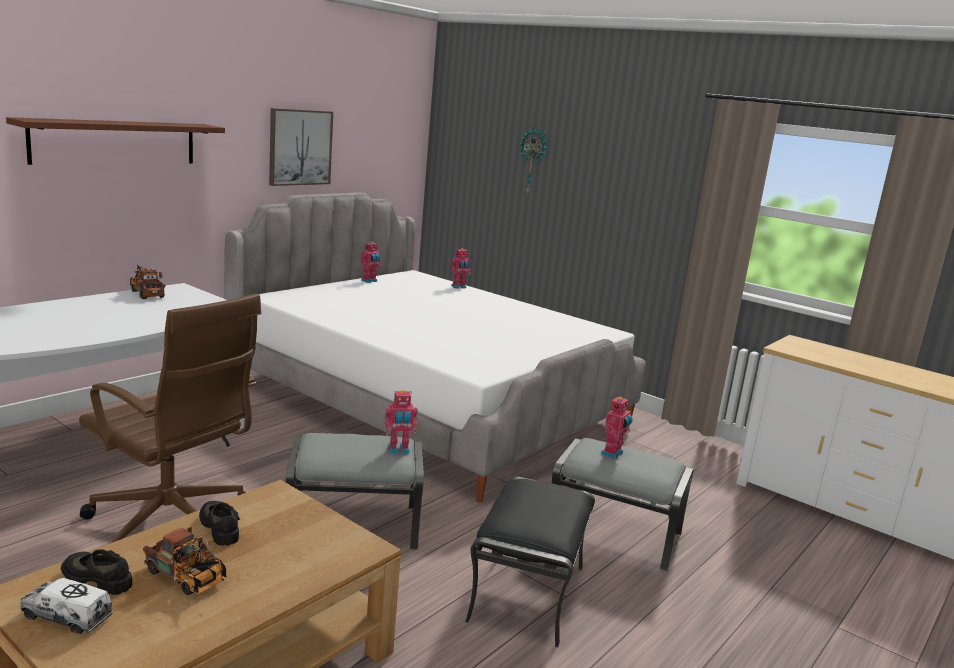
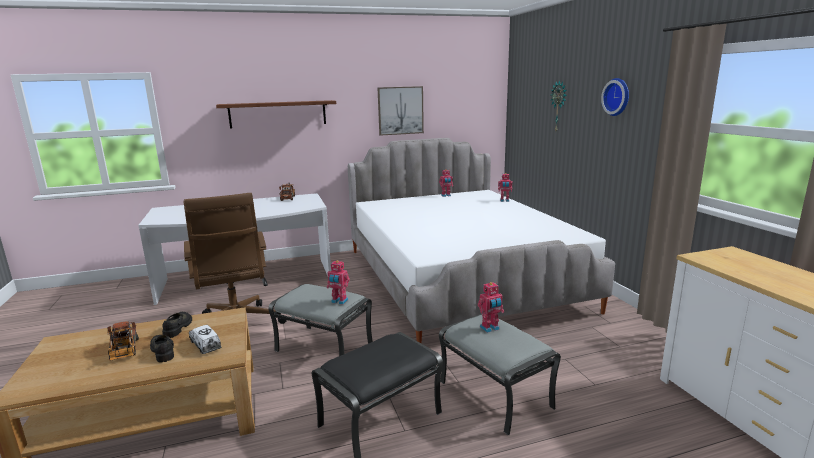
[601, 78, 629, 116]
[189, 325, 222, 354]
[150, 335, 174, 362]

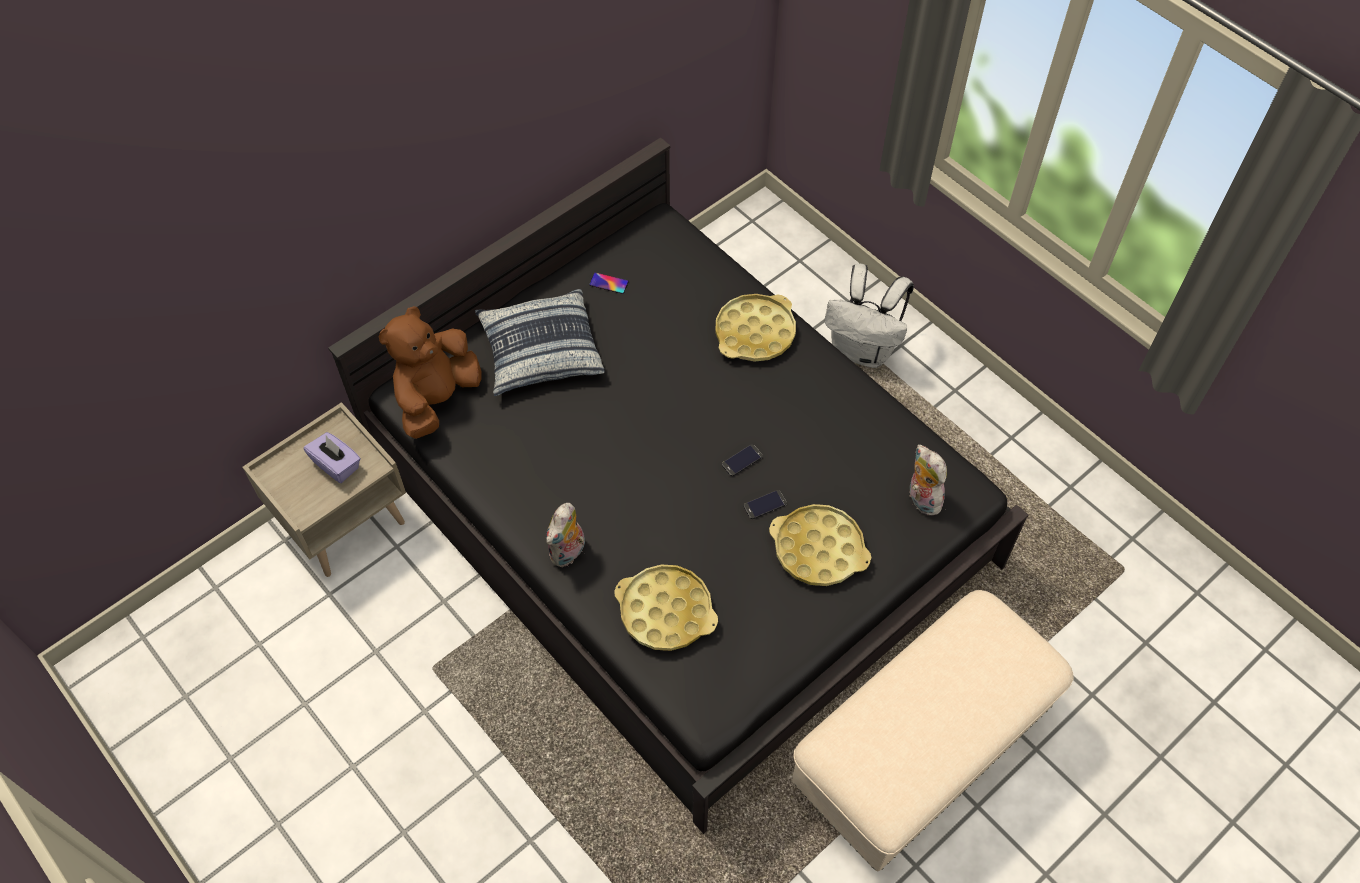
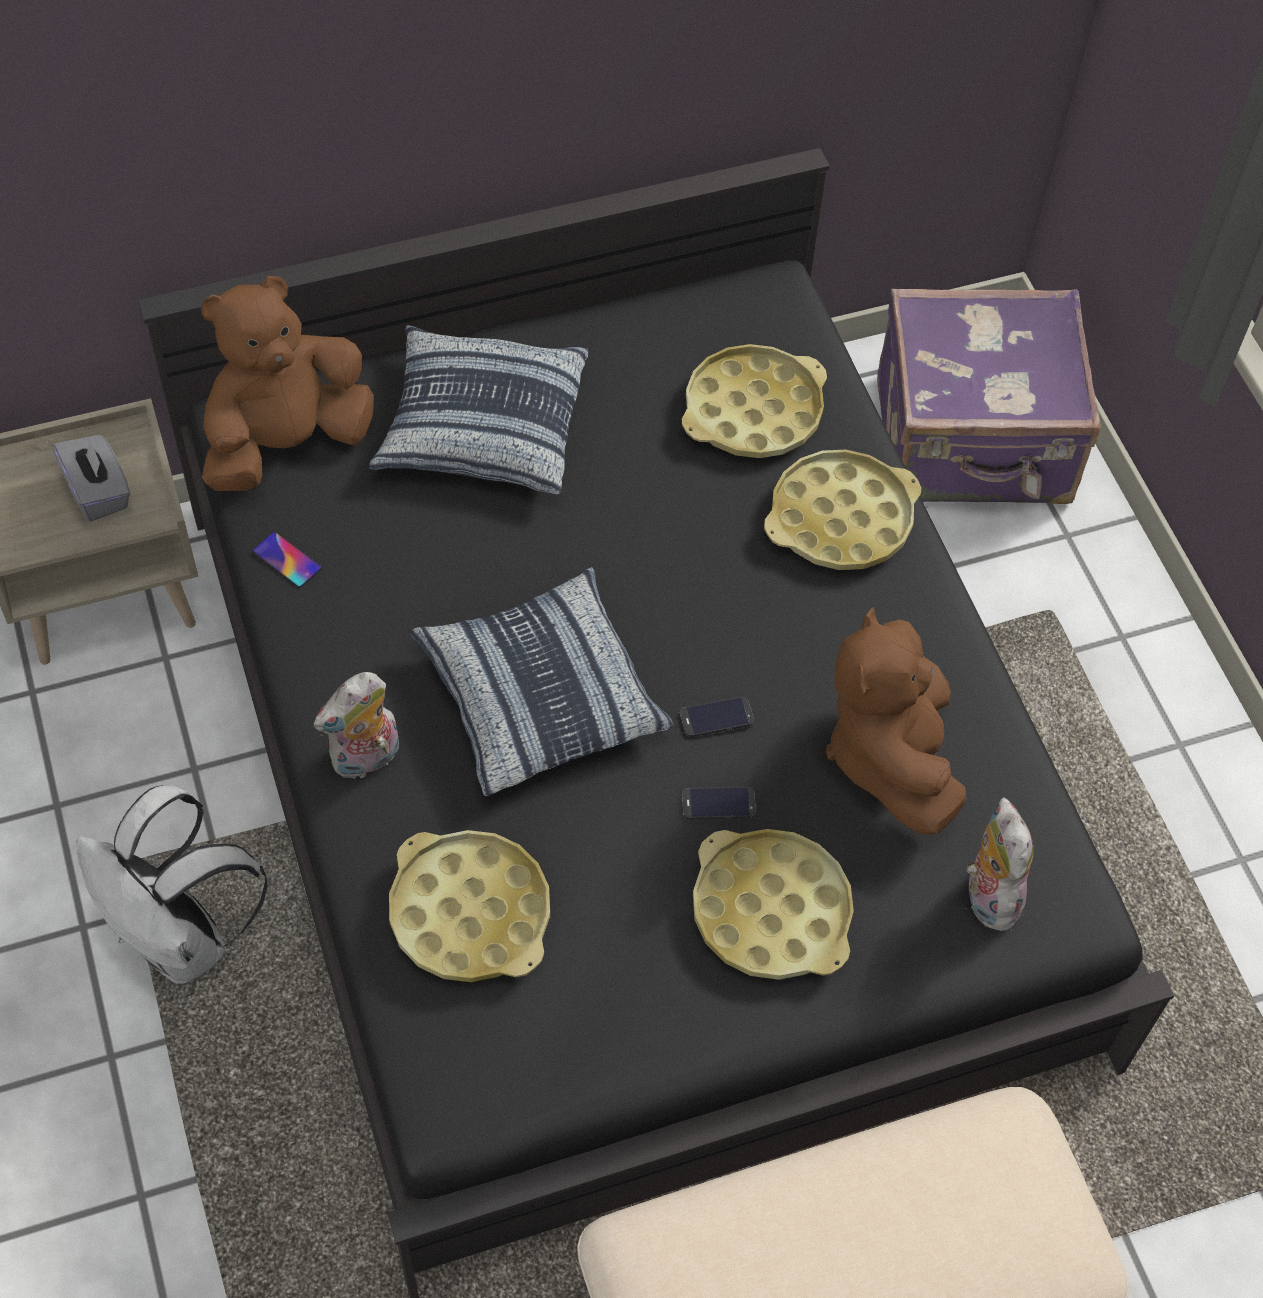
[410, 567, 674, 796]
[682, 344, 827, 458]
[826, 608, 966, 834]
[877, 289, 1101, 504]
[253, 532, 322, 587]
[76, 785, 268, 984]
[52, 435, 131, 522]

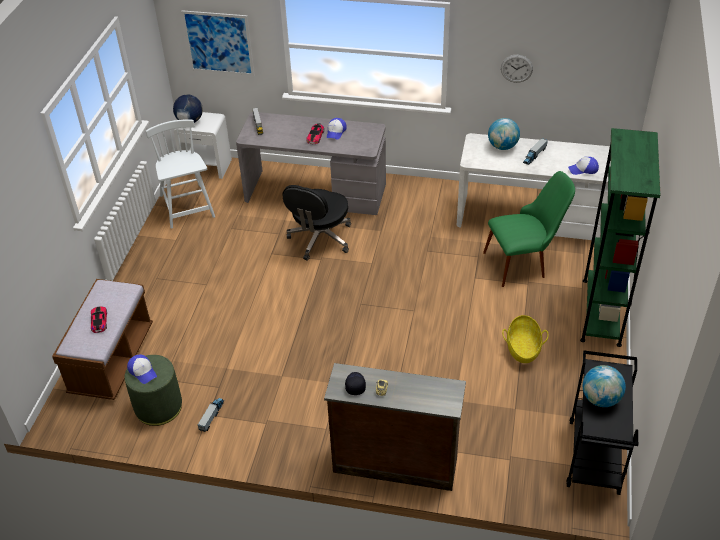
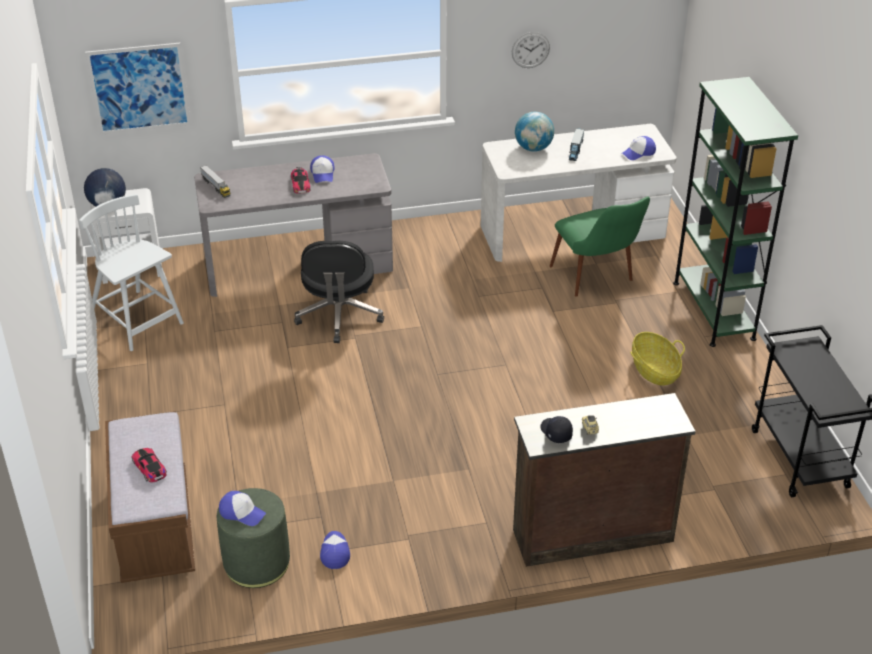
[583, 365, 626, 407] (first image)
[320, 531, 350, 569]
[550, 197, 650, 296]

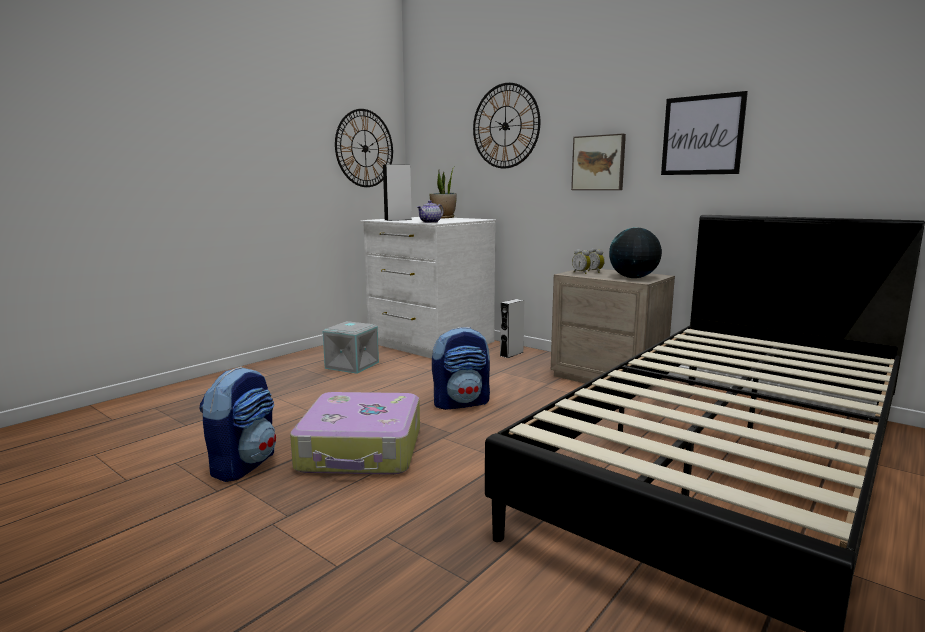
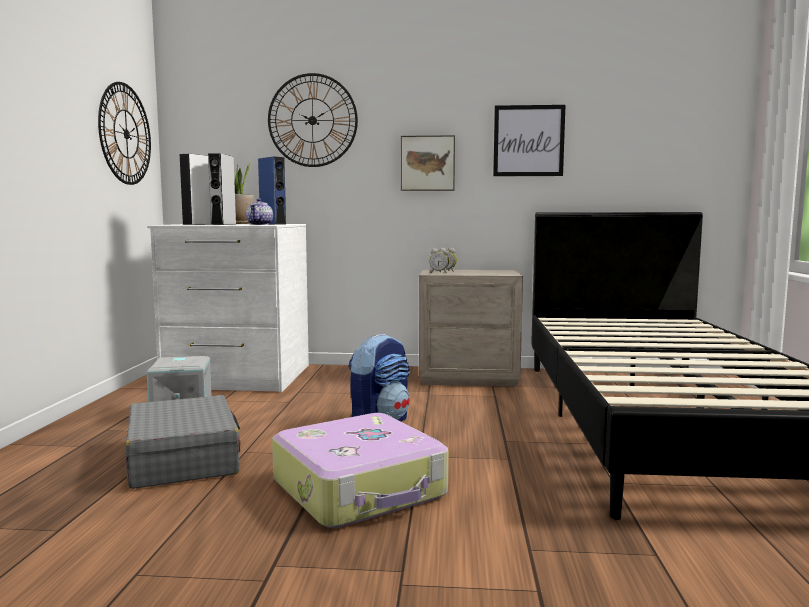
[199, 367, 276, 482] (first image)
[609, 227, 662, 278] (first image)
[125, 395, 240, 489]
[258, 156, 286, 225]
[208, 153, 237, 225]

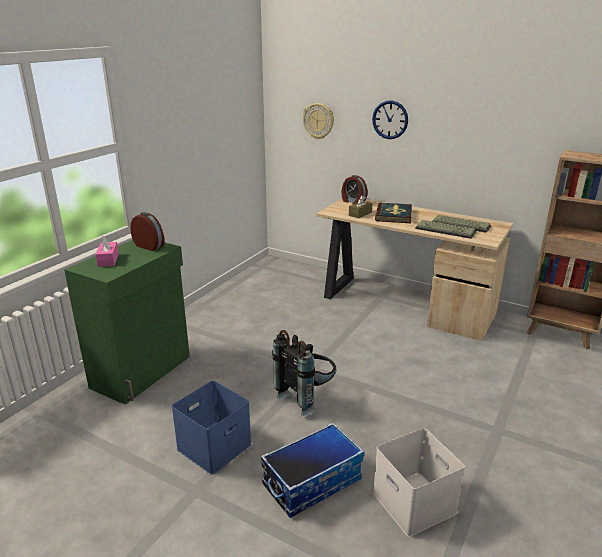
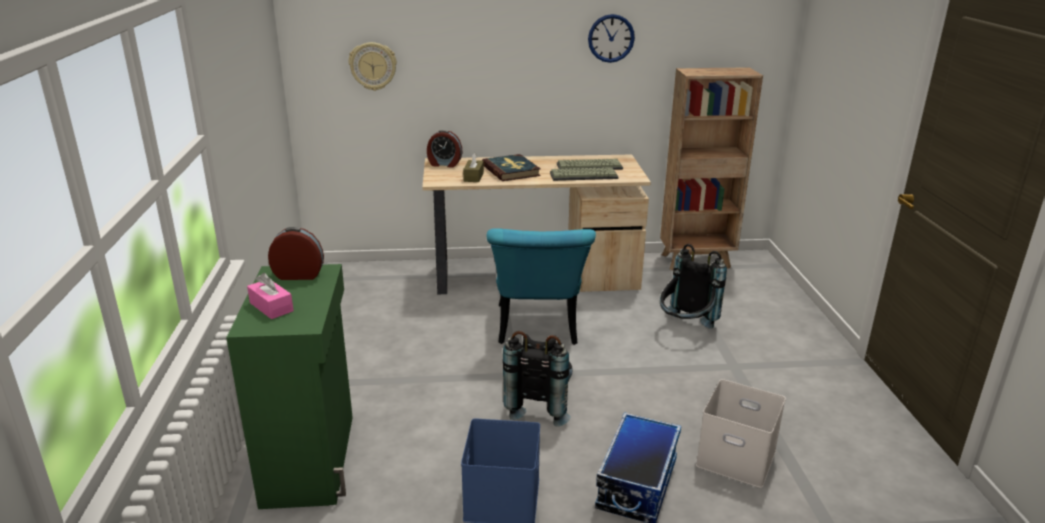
[487, 228, 596, 345]
[660, 244, 727, 328]
[588, 14, 635, 63]

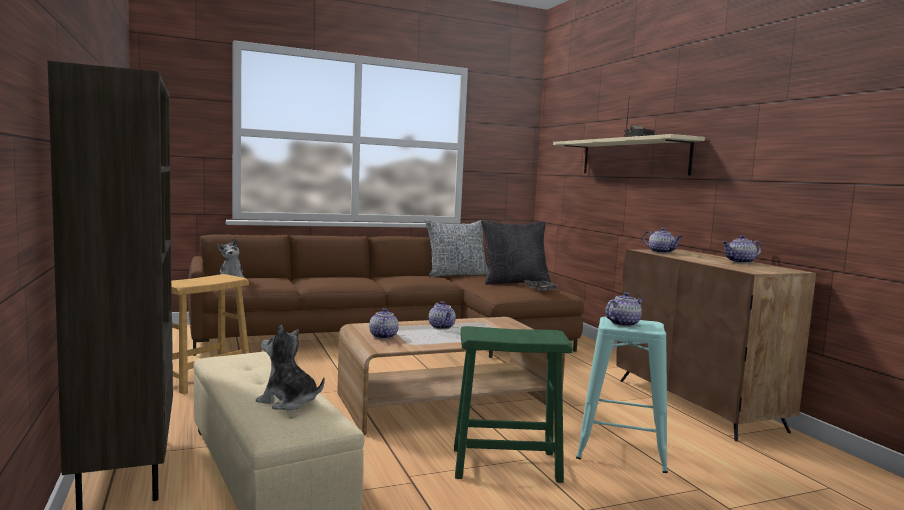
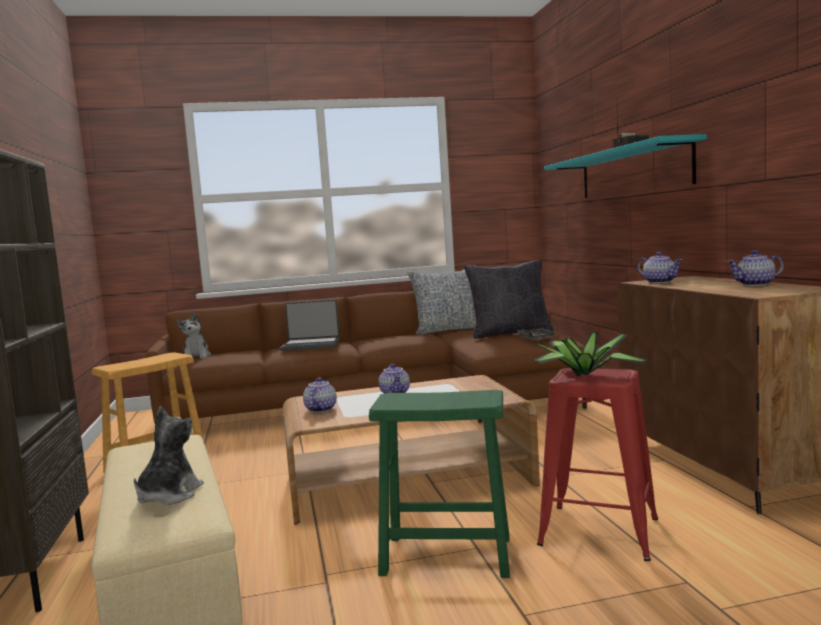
[280, 300, 340, 351]
[532, 332, 649, 377]
[544, 134, 707, 198]
[537, 368, 658, 561]
[134, 406, 204, 505]

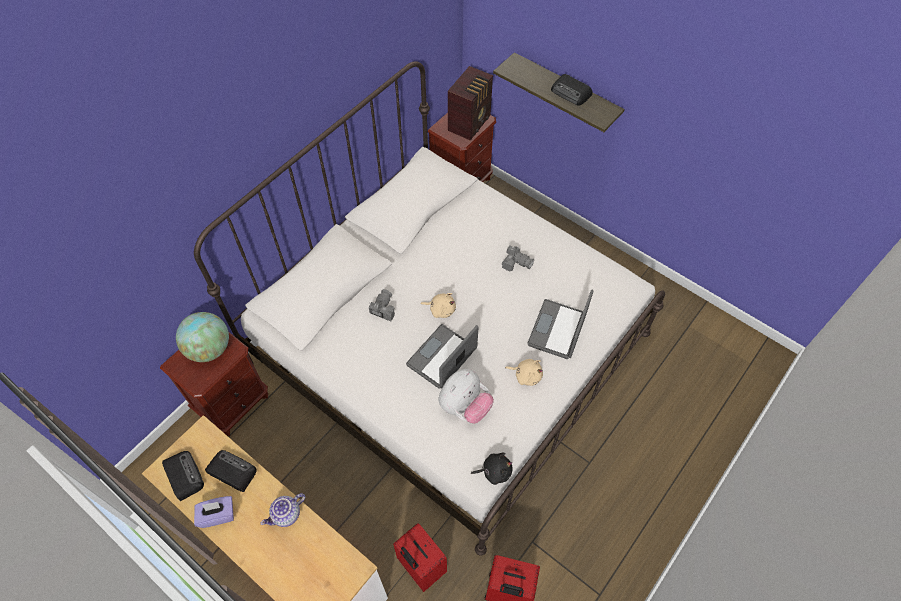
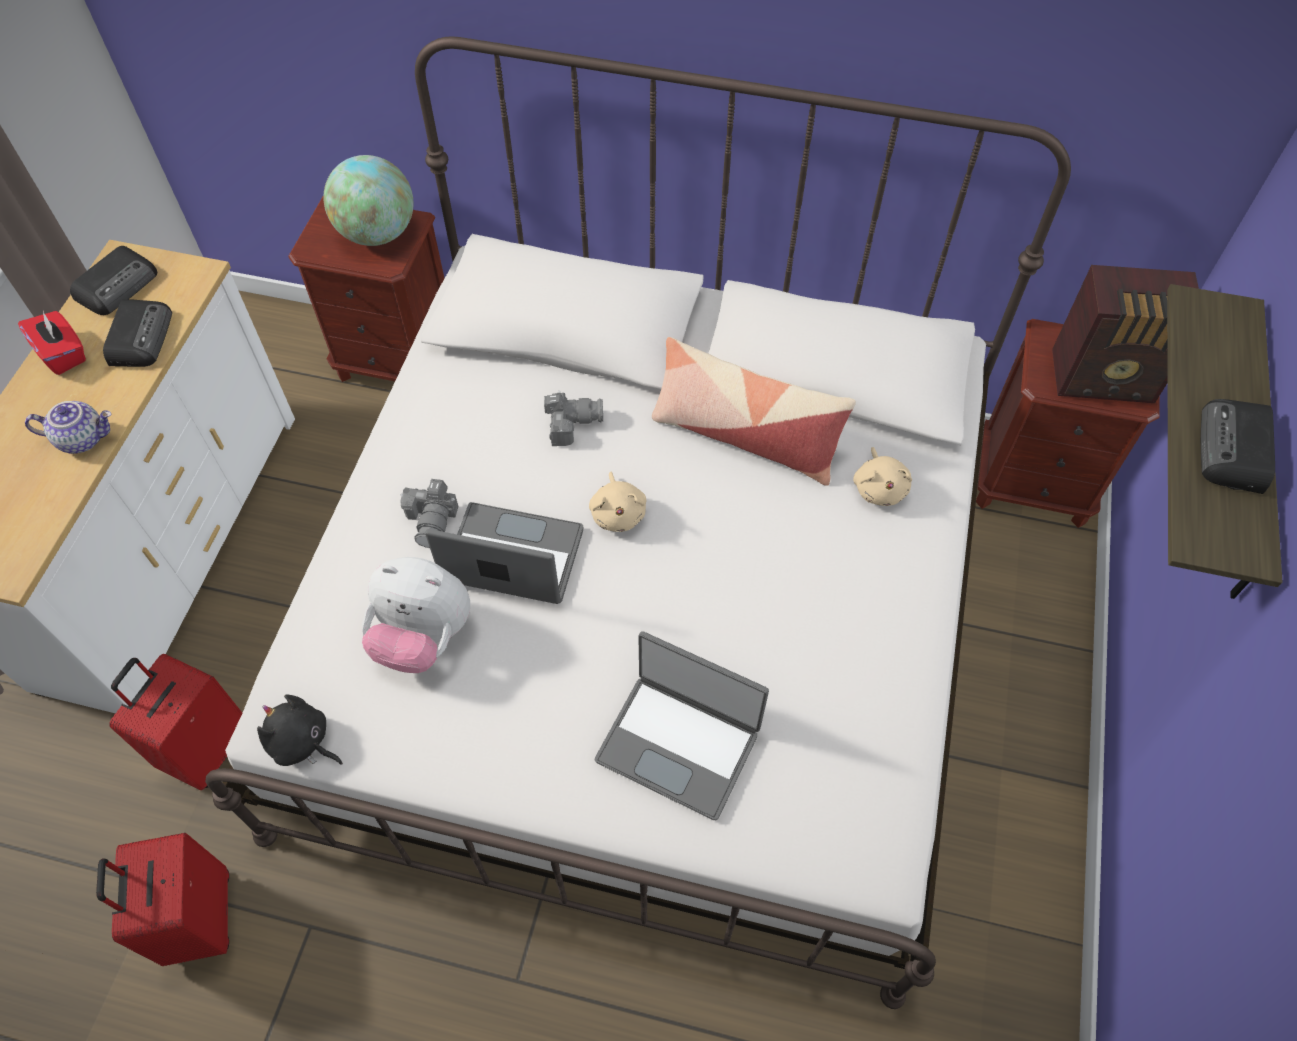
[652, 337, 856, 486]
[400, 479, 458, 548]
[853, 447, 912, 506]
[18, 311, 86, 375]
[25, 401, 111, 454]
[257, 695, 343, 766]
[595, 631, 769, 820]

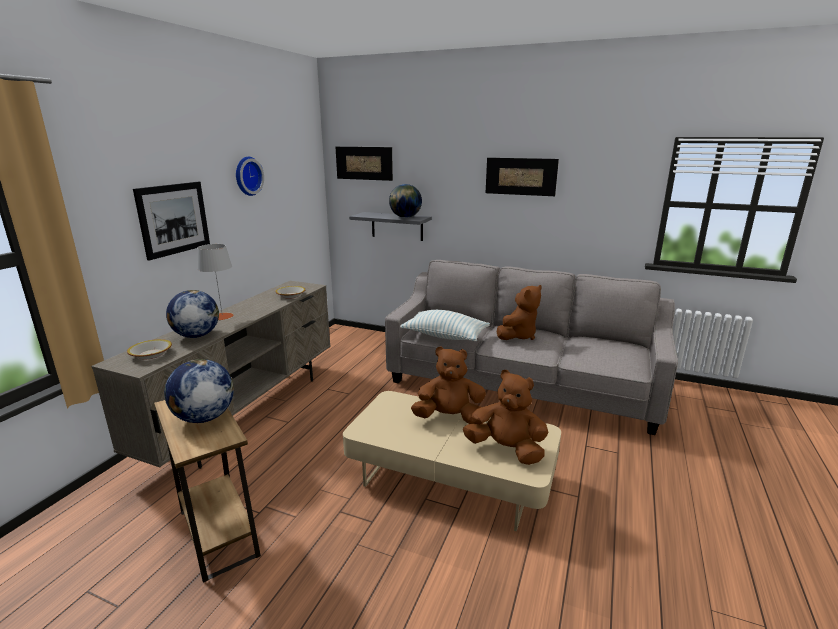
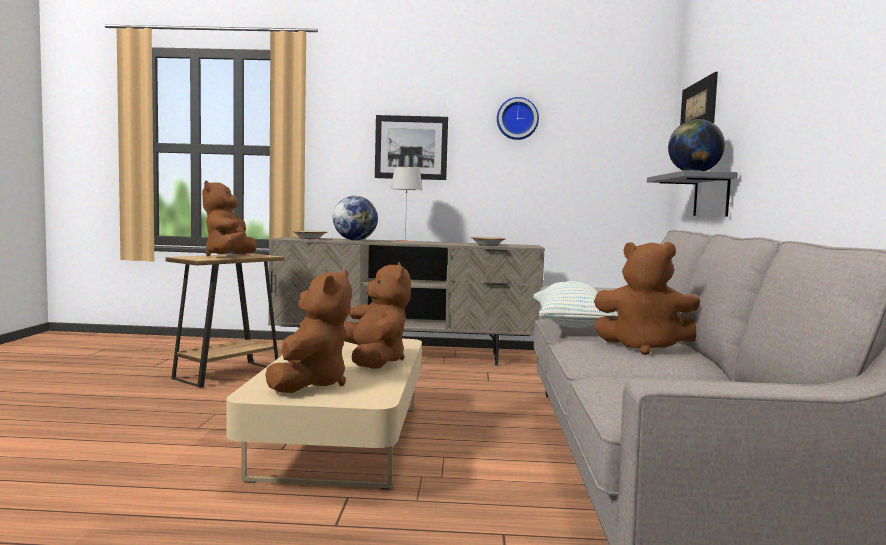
[486, 158, 559, 196] (first image)
[202, 180, 257, 256]

